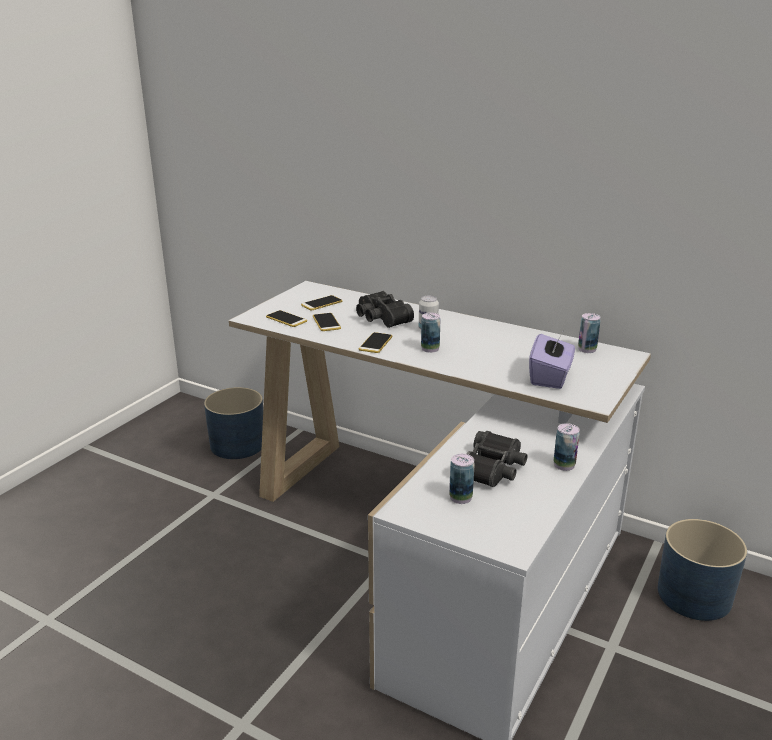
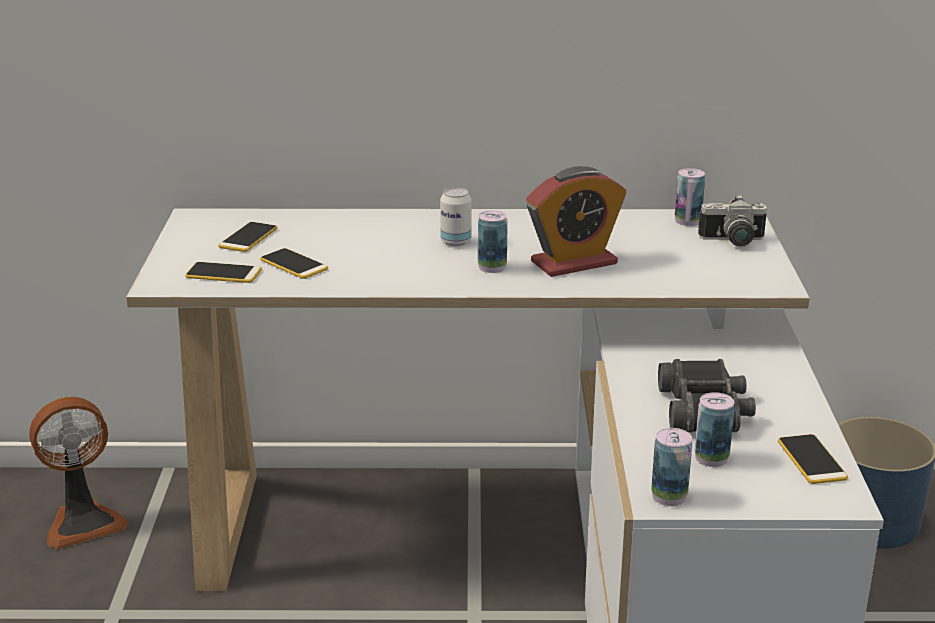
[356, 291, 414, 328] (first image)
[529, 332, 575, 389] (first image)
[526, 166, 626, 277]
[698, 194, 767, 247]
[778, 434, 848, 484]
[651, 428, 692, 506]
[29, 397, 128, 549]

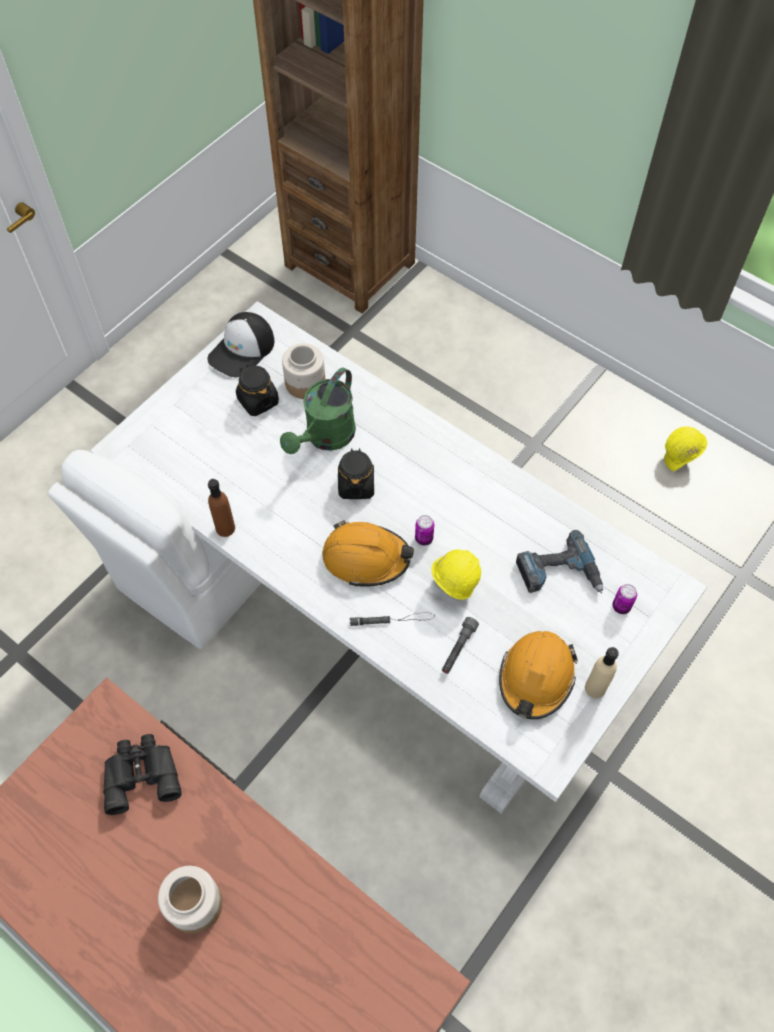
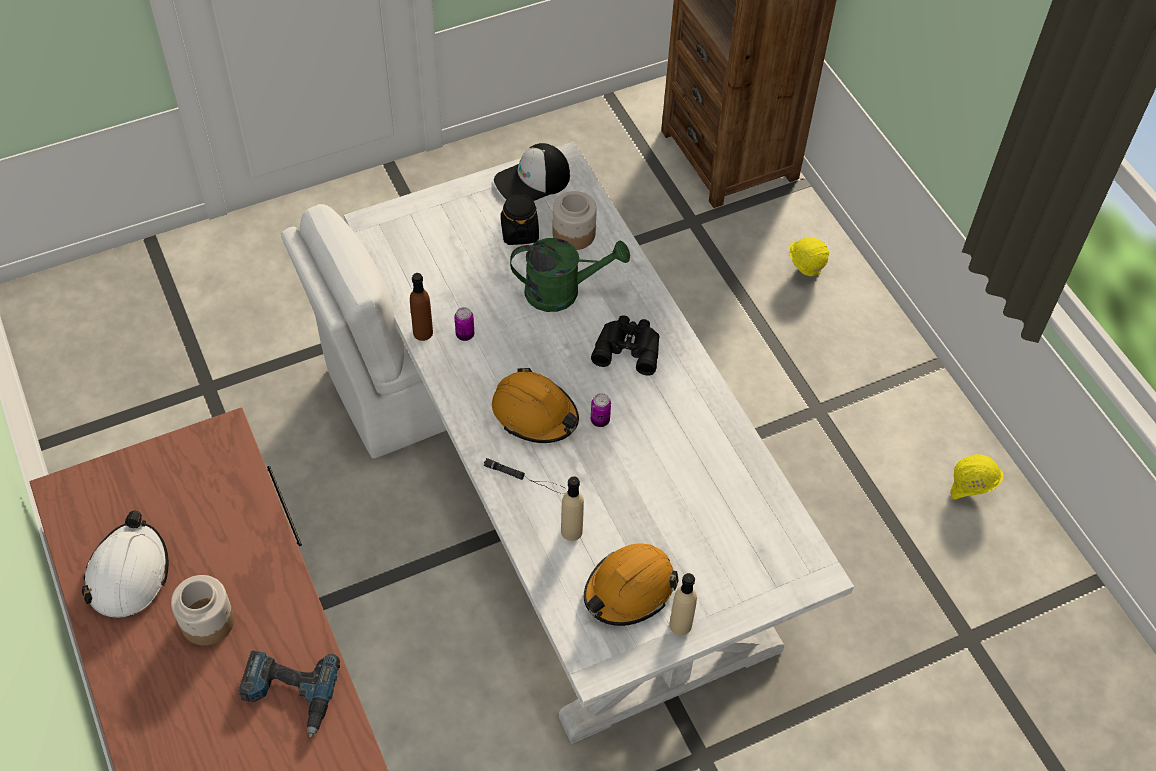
[338, 448, 374, 499] (first image)
[82, 510, 169, 618]
[591, 315, 660, 376]
[789, 237, 830, 277]
[238, 651, 340, 738]
[454, 307, 474, 341]
[561, 476, 584, 541]
[510, 238, 630, 312]

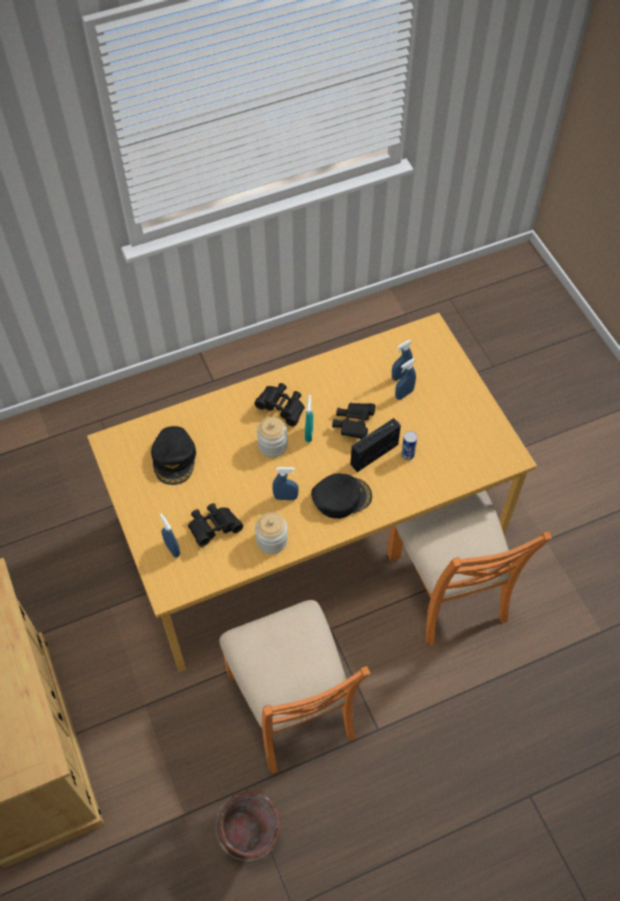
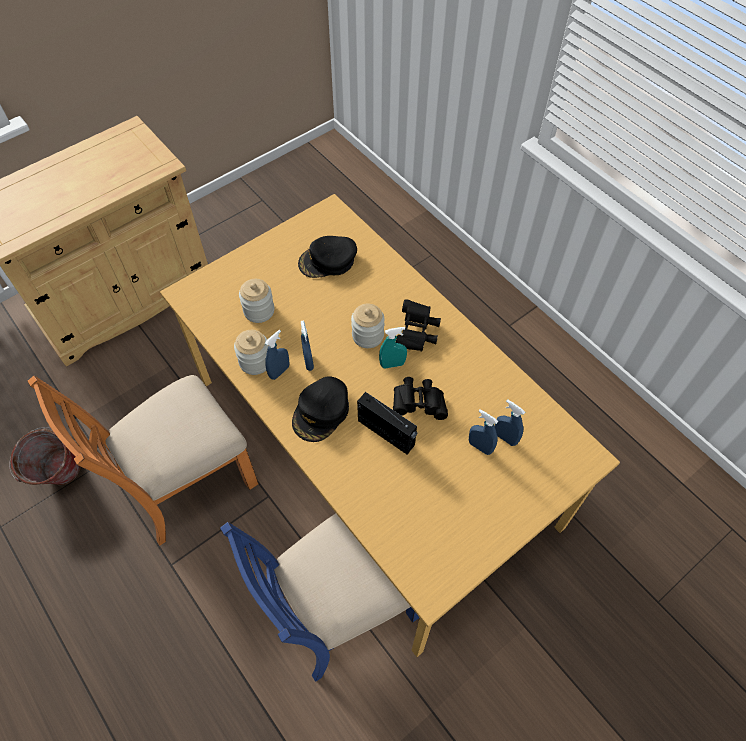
[401, 431, 417, 460] (first image)
[265, 330, 290, 380]
[239, 279, 275, 323]
[220, 513, 420, 682]
[292, 376, 349, 442]

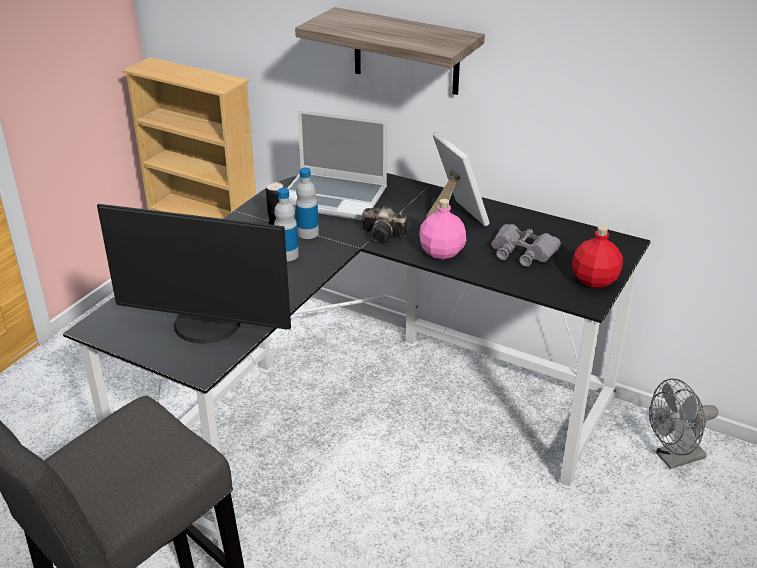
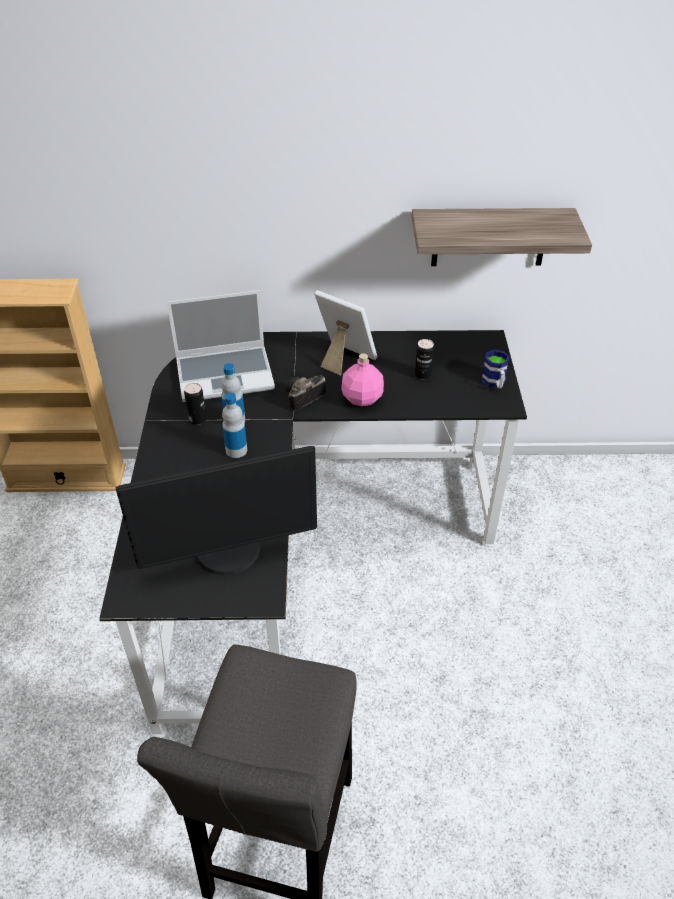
[649, 378, 719, 469] (first image)
[412, 208, 592, 266]
[415, 339, 434, 379]
[481, 350, 510, 389]
[286, 375, 326, 411]

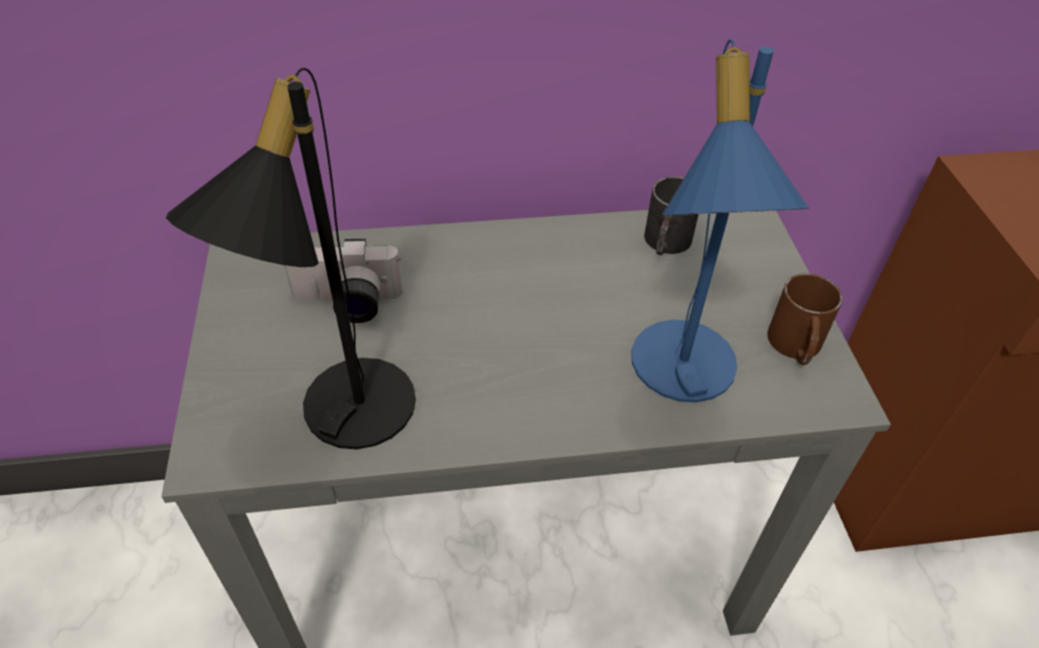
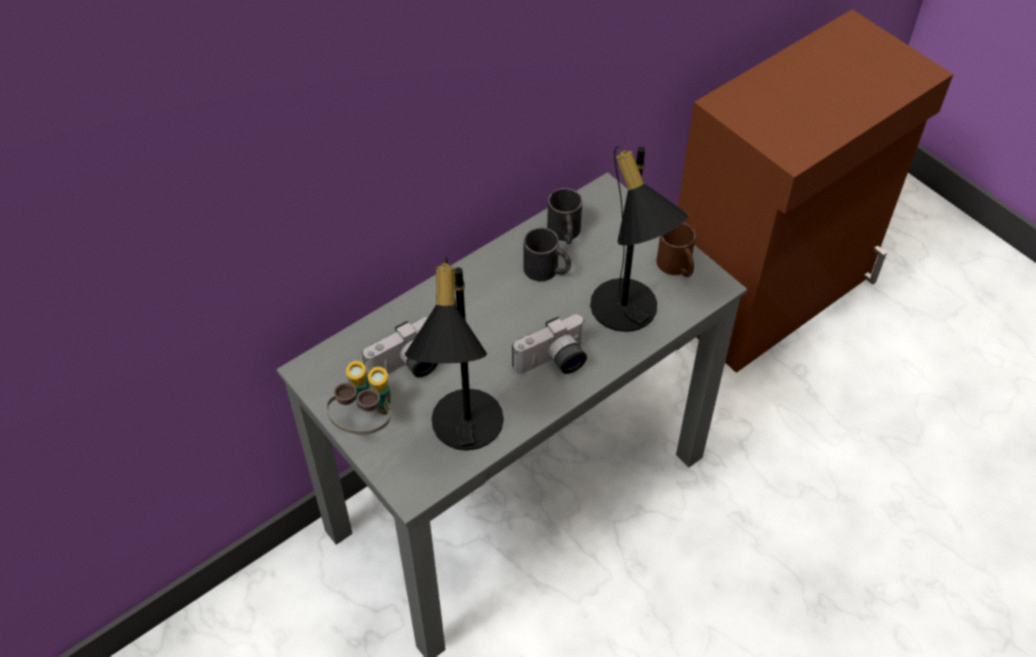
[326, 361, 391, 435]
[512, 314, 587, 374]
[523, 228, 571, 281]
[590, 146, 689, 332]

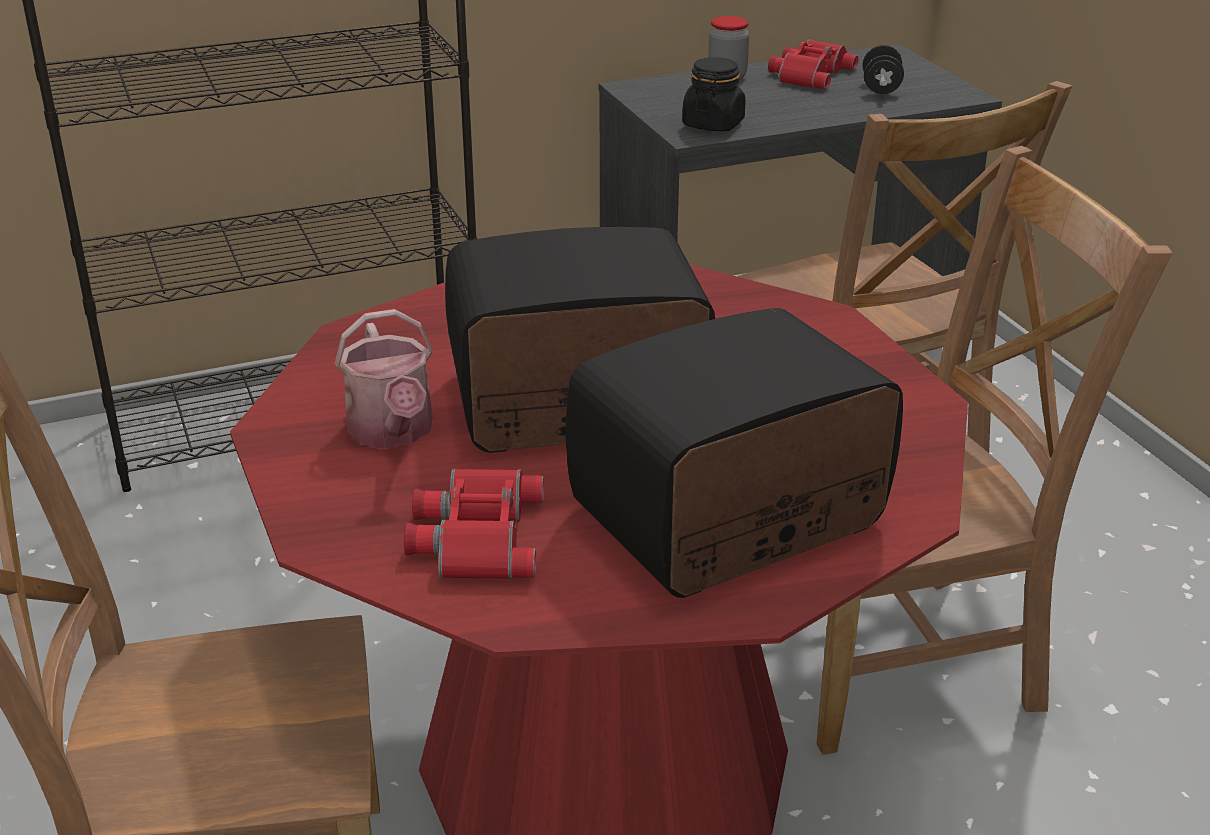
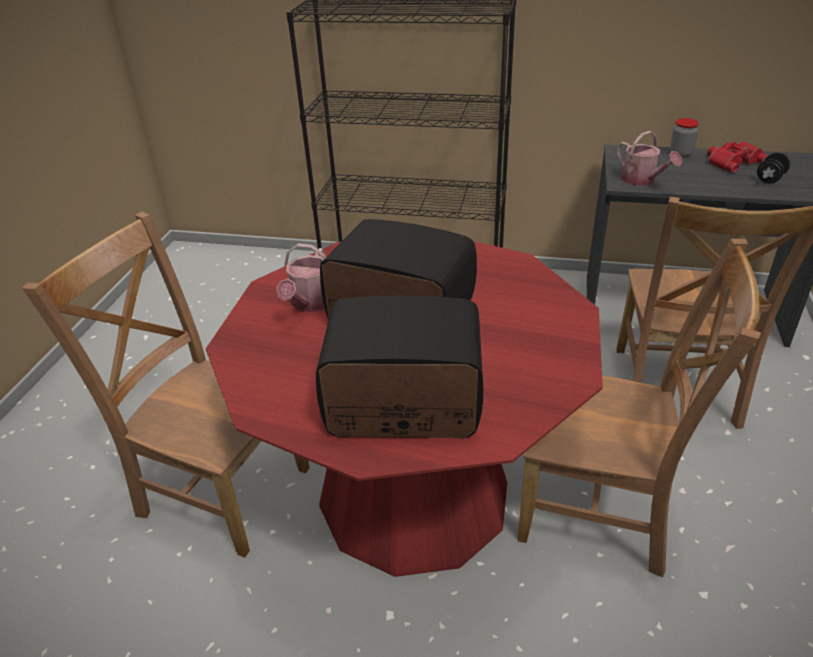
[404, 469, 544, 579] (first image)
[617, 131, 682, 186]

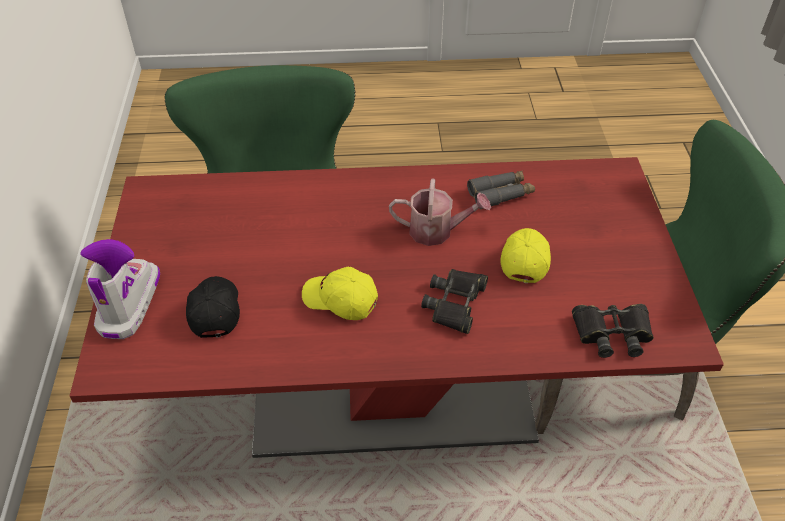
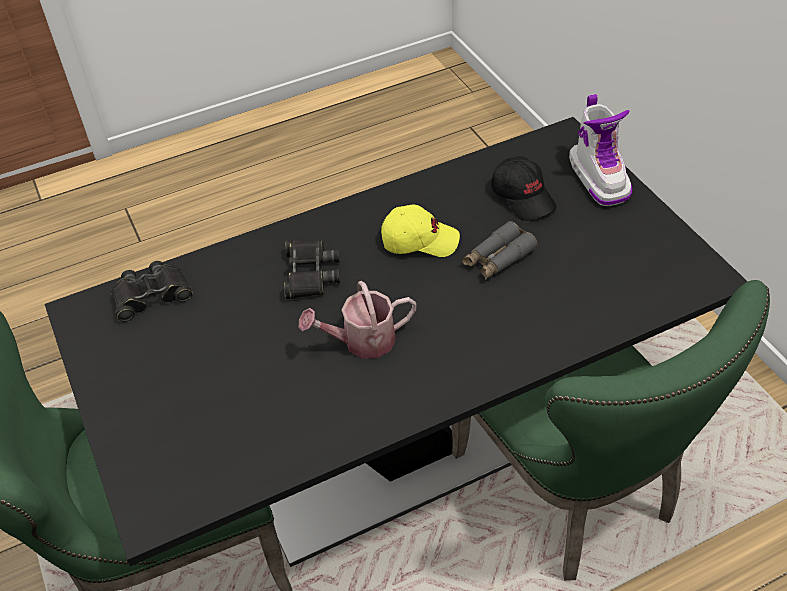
[501, 228, 551, 283] (first image)
[462, 221, 538, 280]
[45, 117, 748, 567]

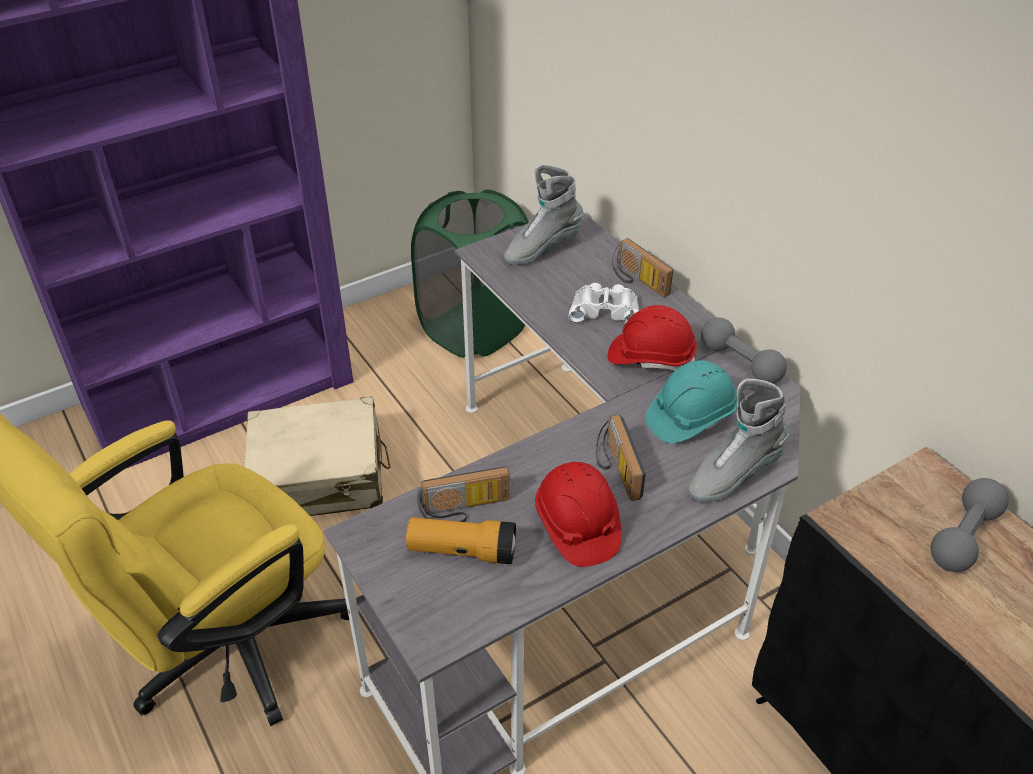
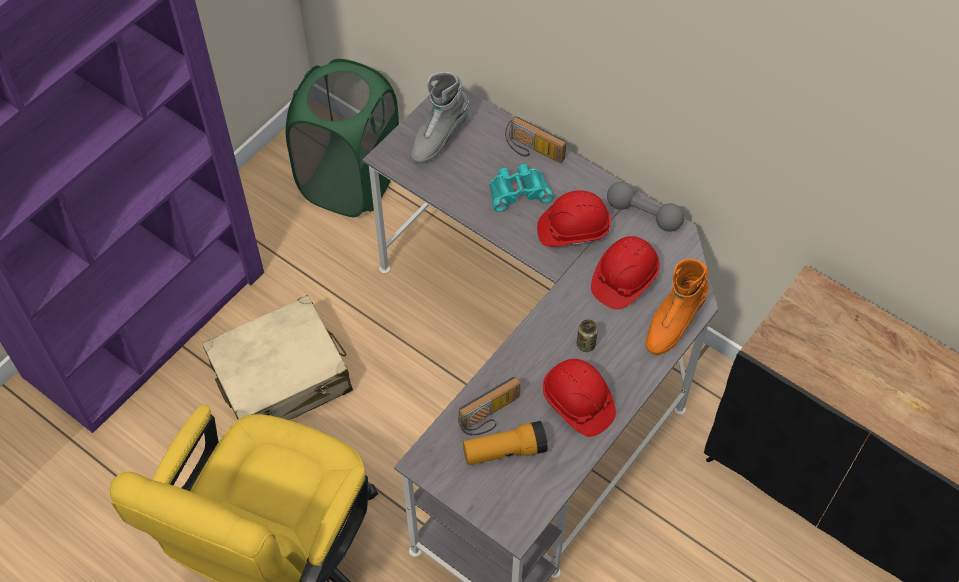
[931, 478, 1009, 572] (first image)
[577, 319, 598, 352]
[489, 164, 553, 212]
[591, 236, 660, 309]
[646, 259, 709, 355]

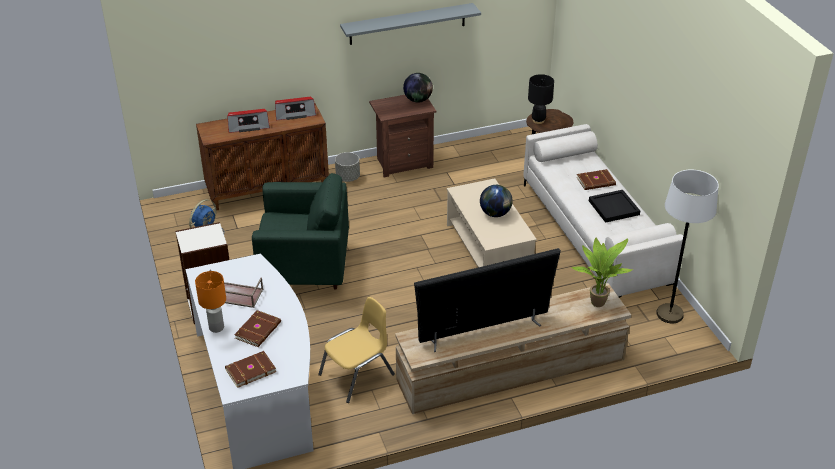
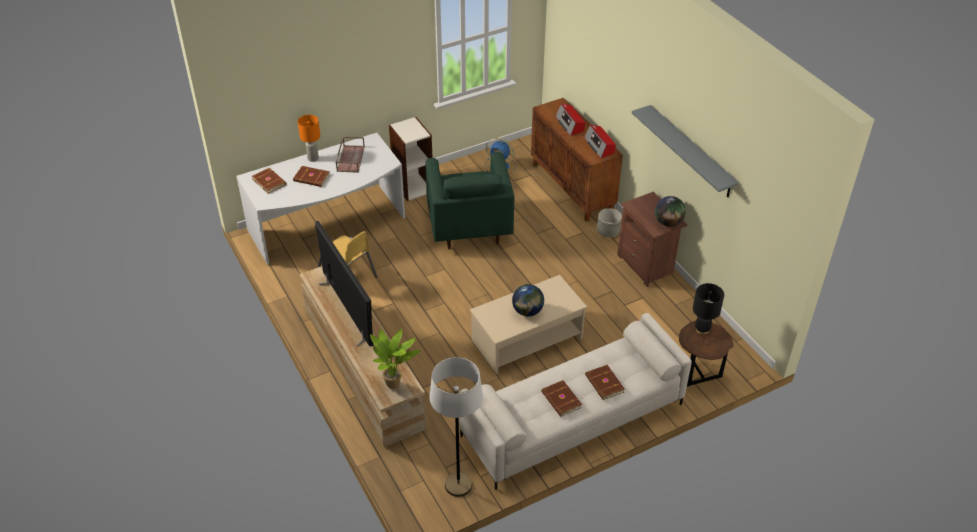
[541, 380, 582, 417]

